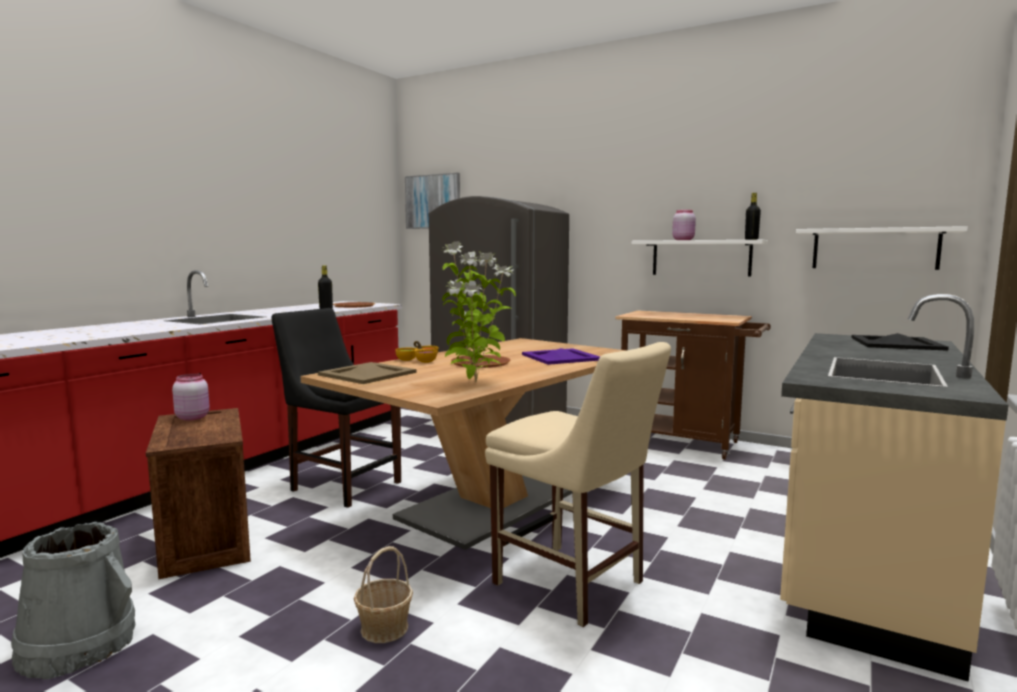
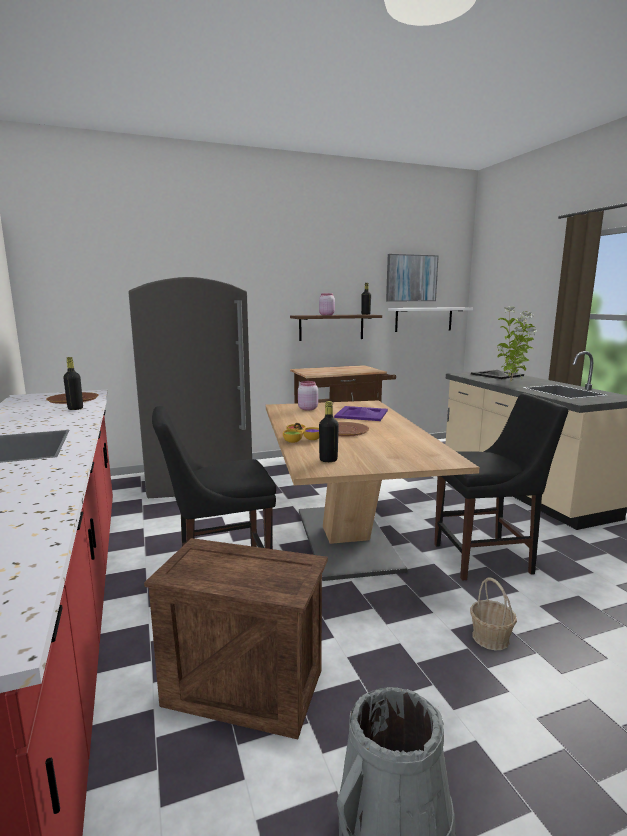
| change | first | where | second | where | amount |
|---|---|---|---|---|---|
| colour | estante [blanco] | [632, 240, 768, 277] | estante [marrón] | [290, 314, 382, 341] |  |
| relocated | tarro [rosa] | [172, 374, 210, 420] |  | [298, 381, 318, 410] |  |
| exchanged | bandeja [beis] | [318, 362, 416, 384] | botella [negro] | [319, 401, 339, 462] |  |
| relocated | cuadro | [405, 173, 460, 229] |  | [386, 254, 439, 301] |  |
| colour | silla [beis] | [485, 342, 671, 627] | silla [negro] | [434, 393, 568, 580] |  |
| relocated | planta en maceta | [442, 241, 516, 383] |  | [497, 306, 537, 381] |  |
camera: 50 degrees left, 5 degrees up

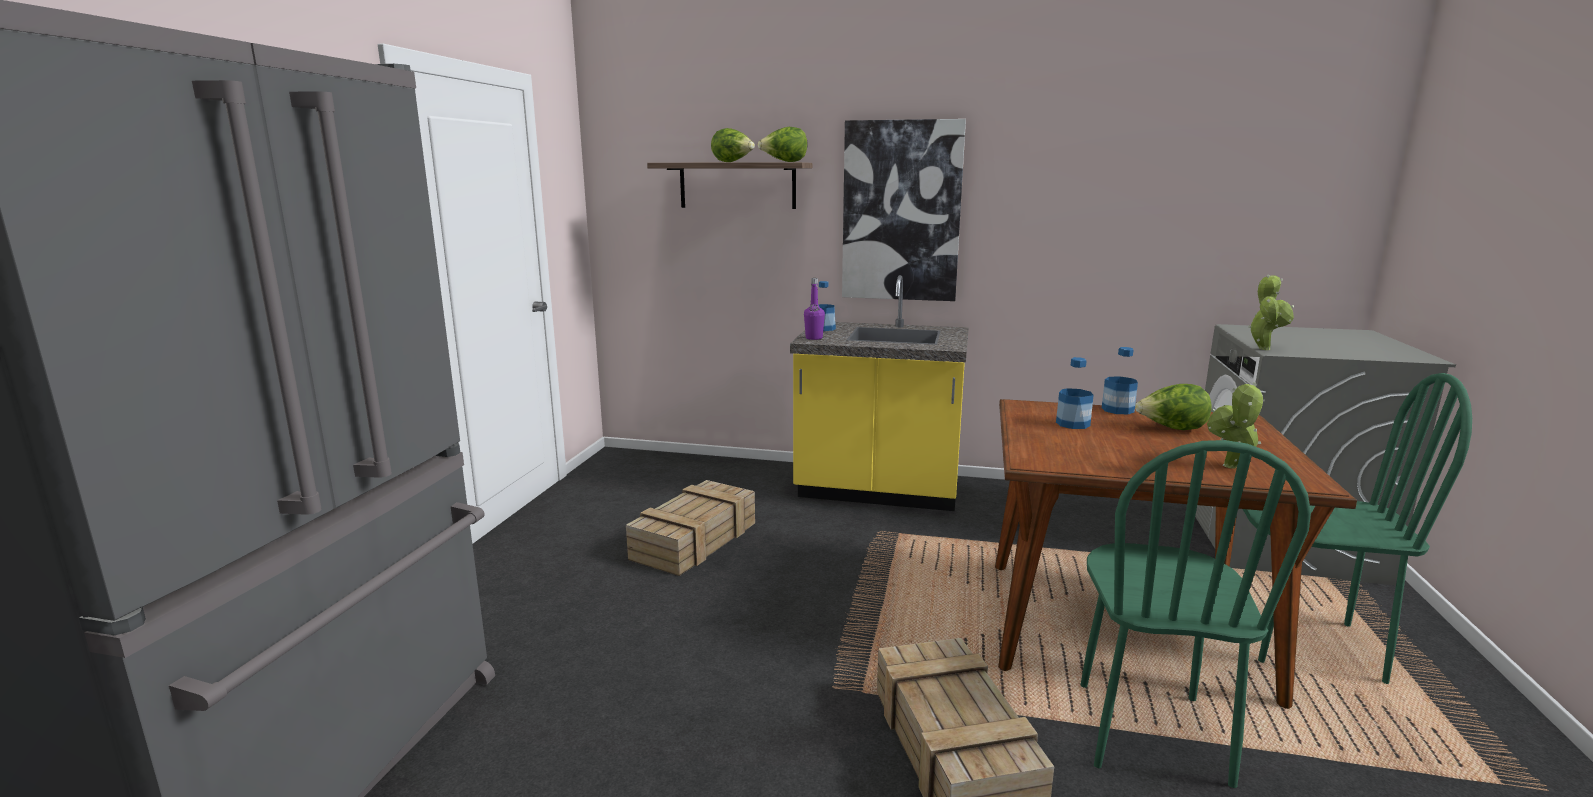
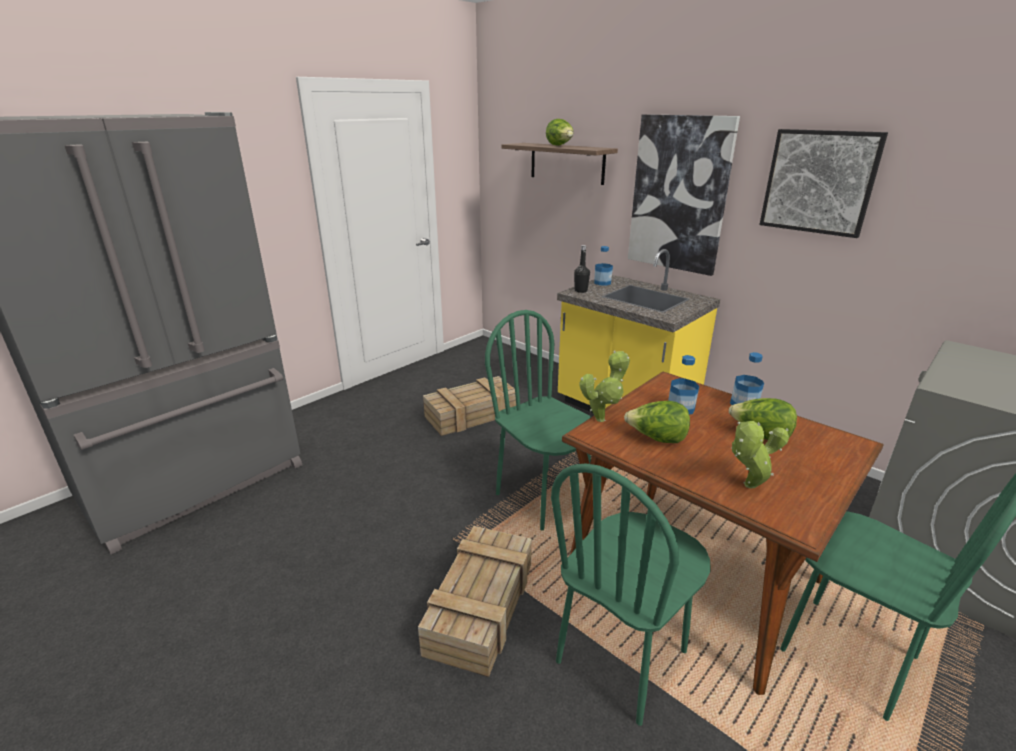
| change | first | where | second | where | amount |
|---|---|---|---|---|---|
| appeared |  |  | silla [verde] | [485, 310, 591, 530] |  |
| colour | botella [morado] | [804, 278, 825, 340] | botella [negro] | [574, 245, 590, 293] |  |
| relocated | planta en maceta | [1248, 275, 1294, 350] |  | [580, 350, 630, 422] |  |
| relocated | lechuga | [758, 127, 807, 162] |  | [624, 401, 690, 443] |  |
| appeared |  |  | cuadro | [759, 129, 888, 238] |  |
camera: 30 degrees right, 10 degrees up

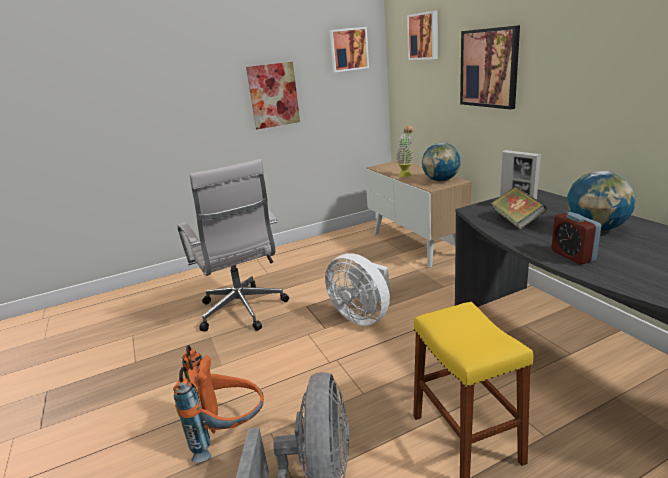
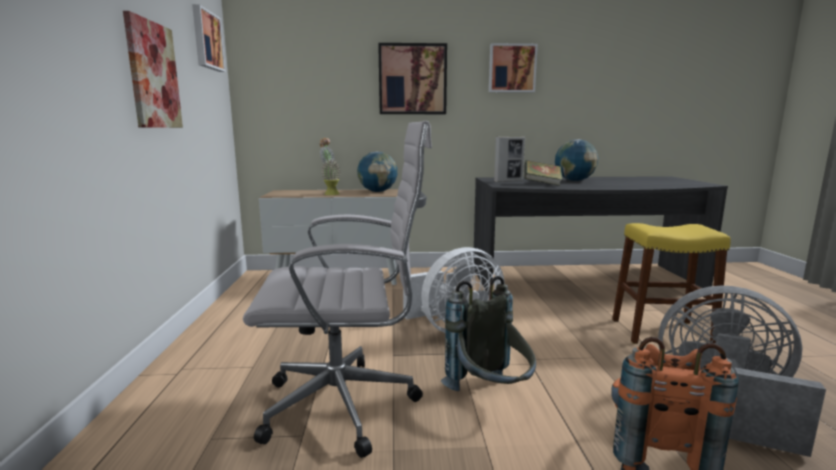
| change | first | where | second | where | amount |
|---|---|---|---|---|---|
| appeared |  |  | mochila [gris] | [441, 276, 536, 391] |  |
| relocated | cuadro | [407, 10, 438, 60] |  | [489, 43, 538, 93] |  |
| missing | despertador | [551, 212, 601, 265] |  |  |  |
camera: 70 degrees left, 10 degrees down

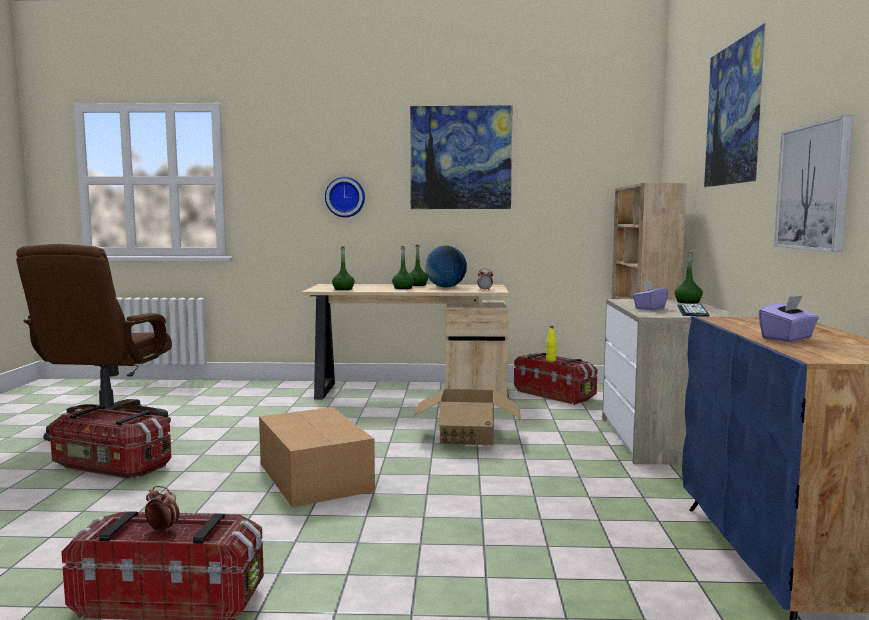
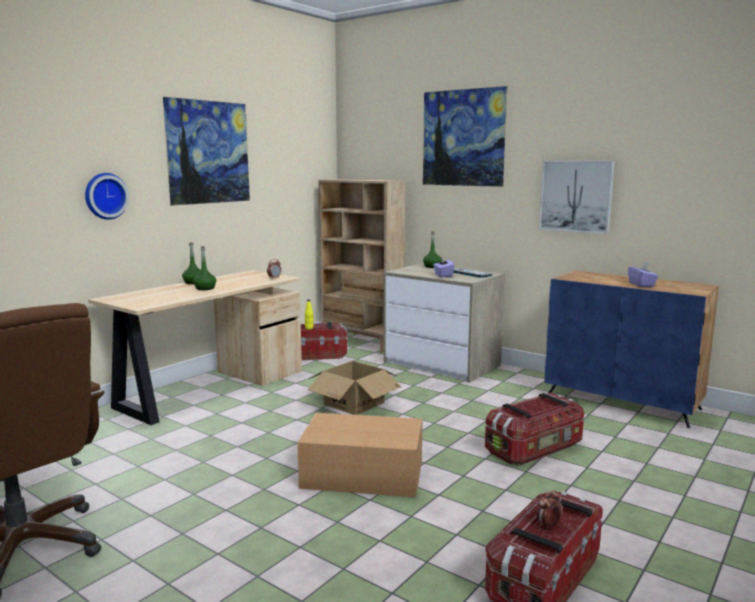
| change | first | where | second | where | amount |
|---|---|---|---|---|---|
| relocated | caja de almacenaje | [49, 406, 172, 479] |  | [485, 393, 584, 465] |  |
| missing | botella [verde] | [332, 246, 355, 290] |  |  |  |
| missing | globo terráqueo | [425, 245, 467, 287] |  |  |  |
camera: 55 degrees left, 5 degrees up

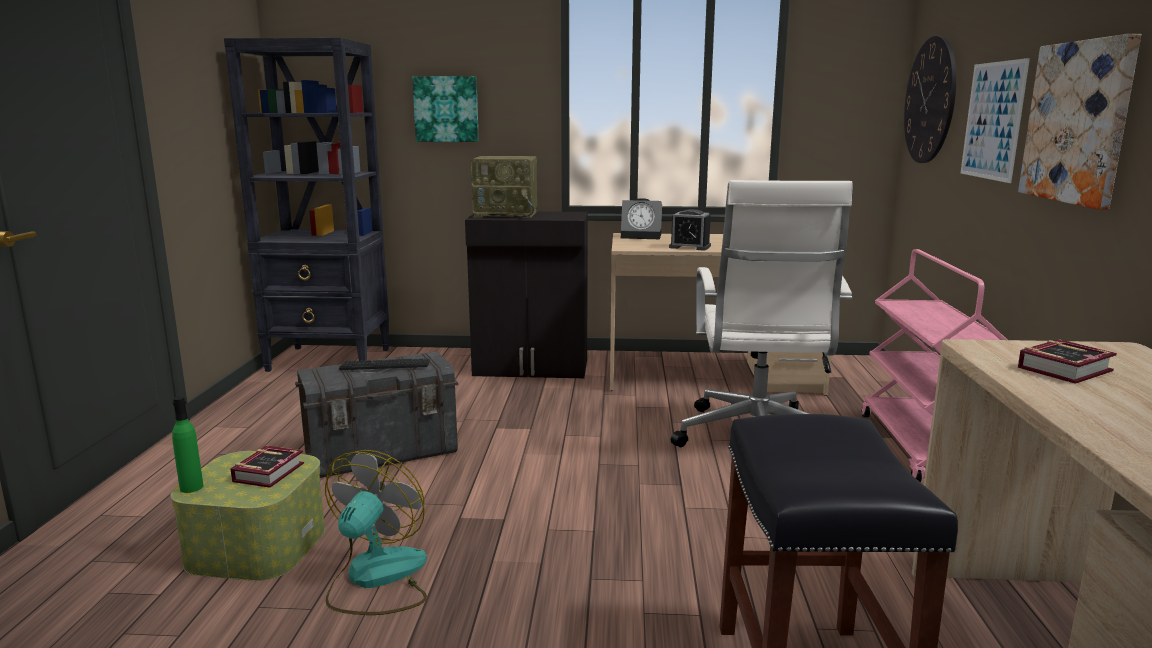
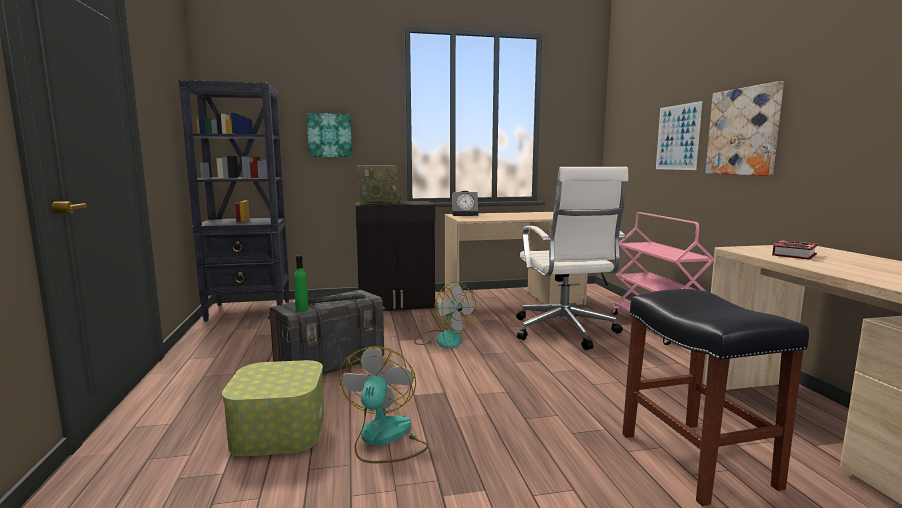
| change | first | where | second | where | amount |
|---|---|---|---|---|---|
| relocated | botella [verde] | [172, 396, 204, 493] |  | [294, 255, 308, 311] |  |
| appeared |  |  | ventilador | [414, 282, 476, 349] |  |
| missing | libro | [230, 446, 304, 488] |  |  |  |
| missing | despertador | [669, 209, 711, 250] |  |  |  |
| missing | reloj de pared | [904, 36, 956, 163] |  |  |  |
camera: 15 degrees left, 5 degrees down

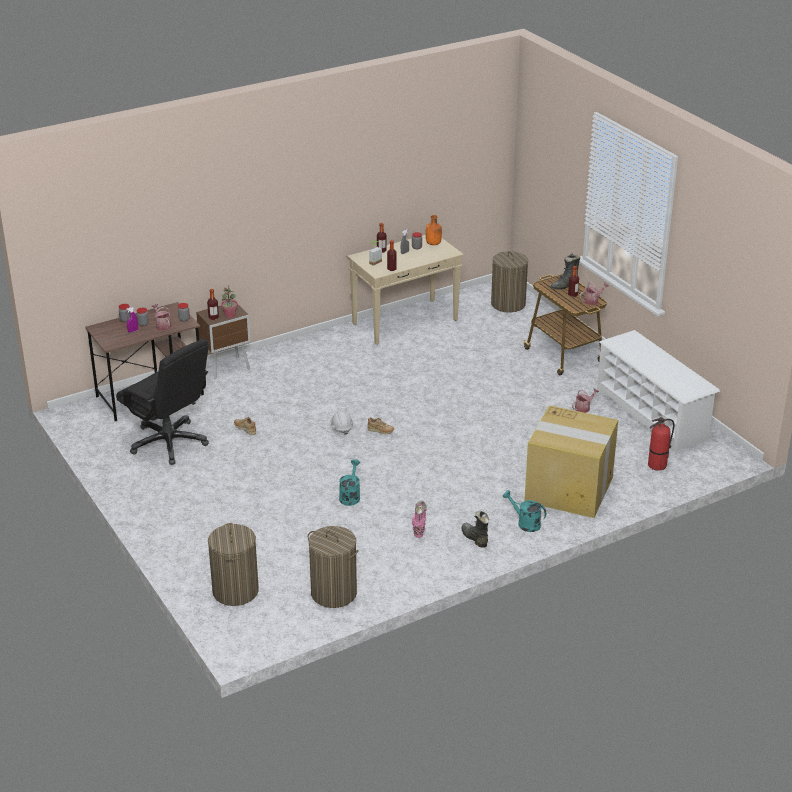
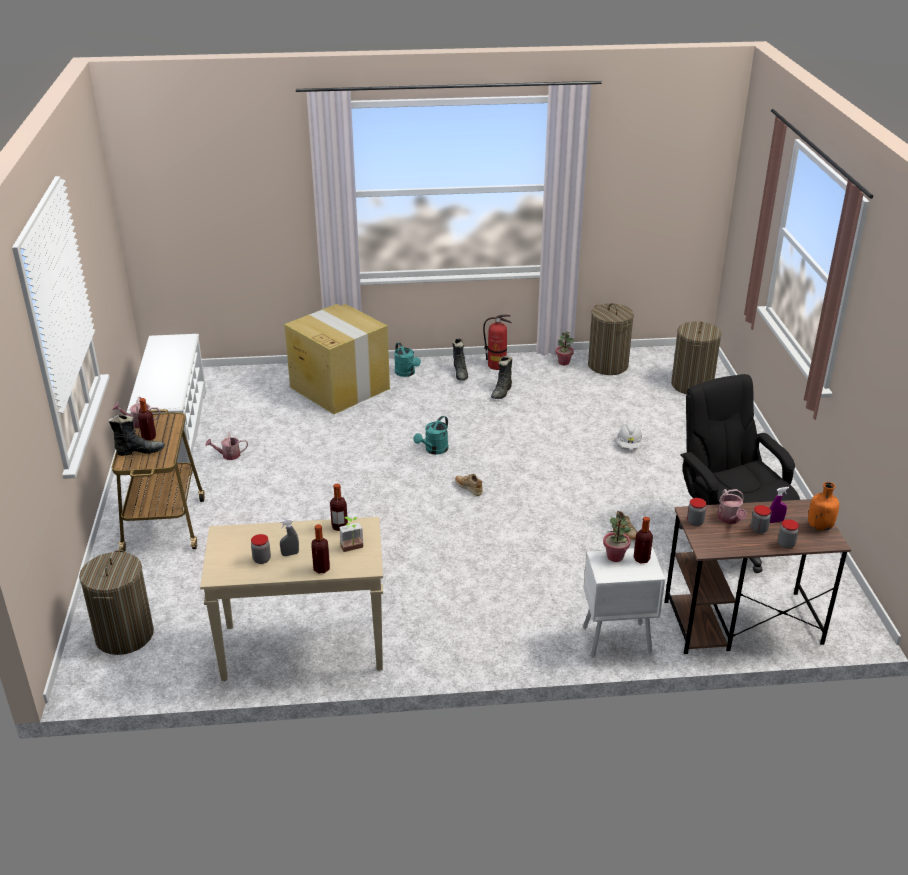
| change | first | where | second | where | amount |
|---|---|---|---|---|---|
| relocated | regadera [turquesa] | [339, 459, 360, 506] |  | [413, 416, 449, 455] |  |
| relocated | extintor | [648, 417, 674, 471] |  | [483, 315, 512, 370] |  |
| colour | bota [rosa] | [412, 501, 427, 538] | bota [negro] | [491, 356, 512, 399] |  |
| appeared |  |  | planta en maceta | [556, 332, 574, 365] |  |
| colour | mesita de noche [marrón] | [196, 305, 251, 379] | mesita de noche [blanco] | [583, 547, 665, 657] |  |
| relocated | casco [blanco] | [330, 409, 353, 435] |  | [617, 423, 643, 449] |  |
| relocated | botella [naranja] | [426, 215, 442, 245] |  | [808, 482, 839, 531] |  |
camera: 155 degrees left, 0 degrees up

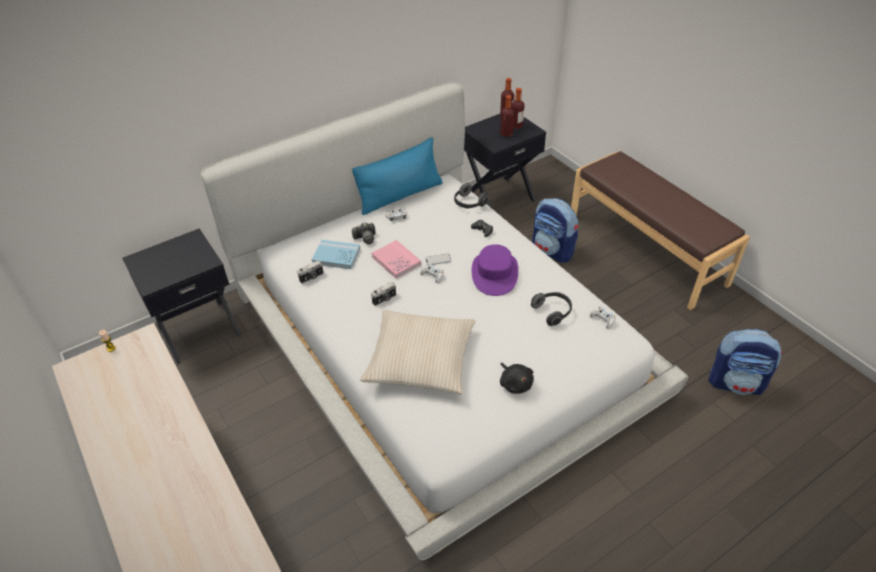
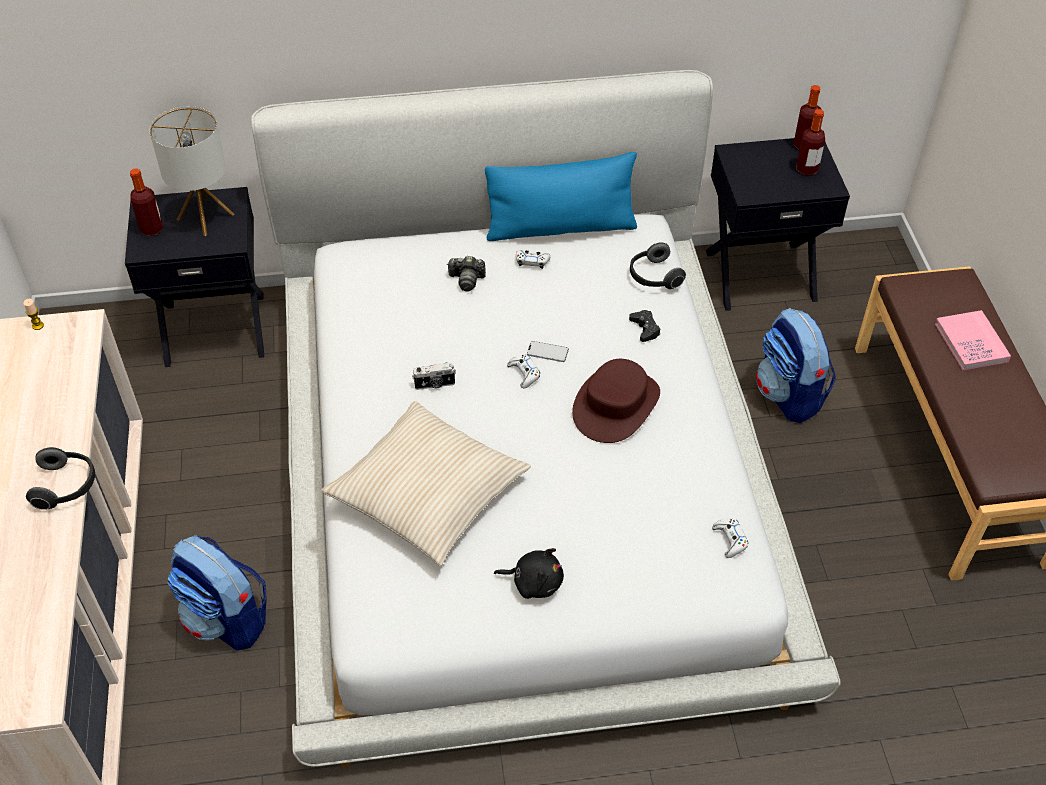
| change | first | where | second | where | amount |
|---|---|---|---|---|---|
| relocated | auriculares | [531, 292, 572, 326] |  | [26, 447, 95, 510] |  |
| relocated | botella | [500, 95, 514, 137] |  | [130, 168, 163, 236] |  |
| appeared |  |  | lámpara de mesa | [149, 106, 235, 236] |  |
| relocated | mochila | [708, 329, 782, 395] |  | [168, 535, 267, 651] |  |
| spun | peluche [negro] | [500, 363, 534, 394] |  | [494, 548, 564, 599] | 75 degrees counterclockwise |
| colour | sombrero [morado] | [472, 244, 518, 296] | sombrero [marrón] | [572, 359, 660, 443] |  |
| relocated | libro [rosa] | [371, 240, 421, 279] |  | [935, 310, 1011, 370] |  |
| missing | cámara | [297, 261, 323, 284] |  |  |  |
| missing | libro [azul] | [311, 240, 360, 269] |  |  |  |
camera: 25 degrees right, 5 degrees up

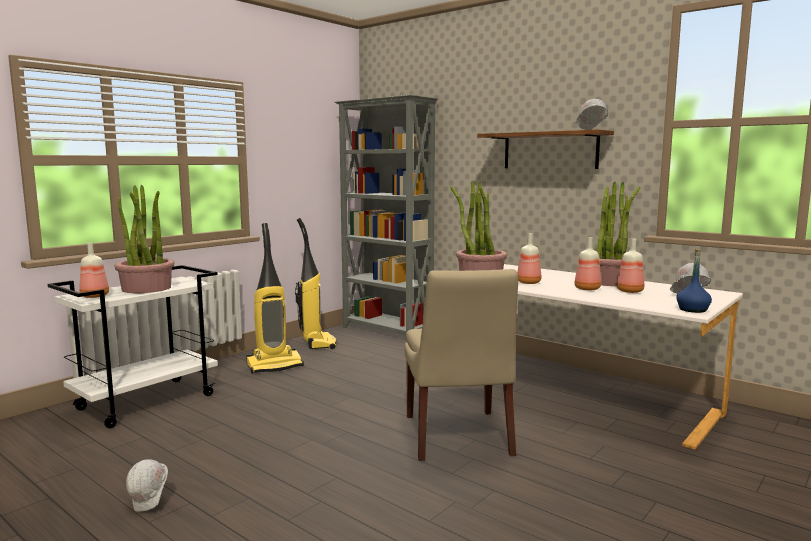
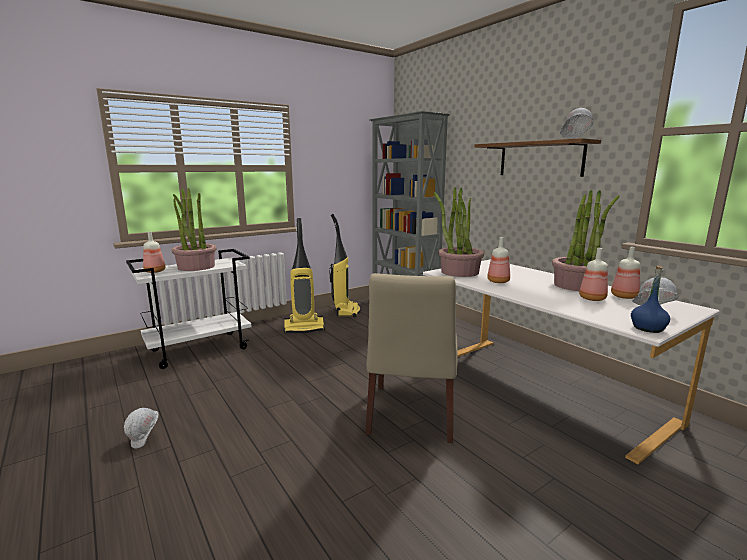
| change | first | where | second | where | amount |
|---|---|---|---|---|---|
| relocated | botella | [575, 237, 601, 291] |  | [611, 247, 640, 299] |  |
camera: 15 degrees right, 5 degrees up

